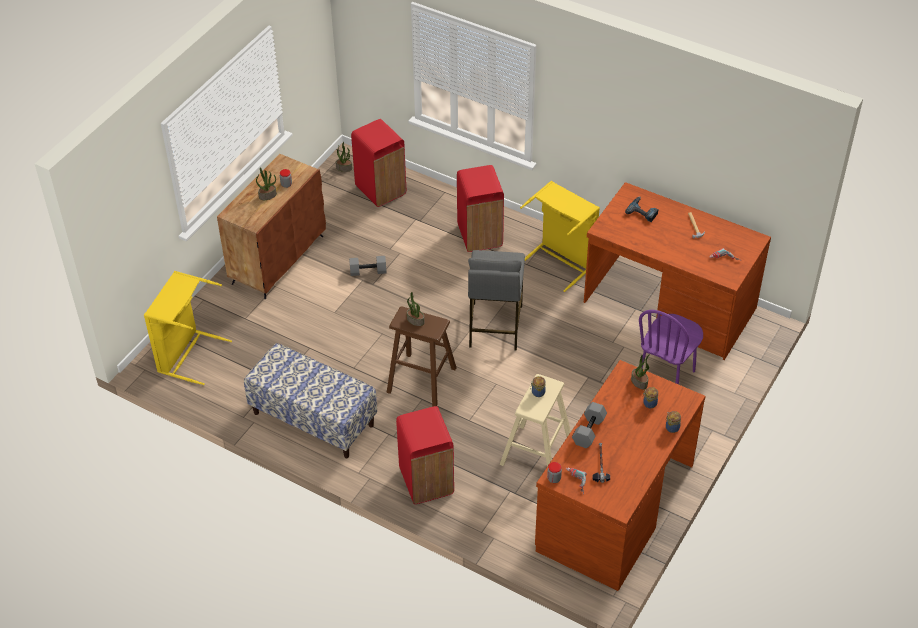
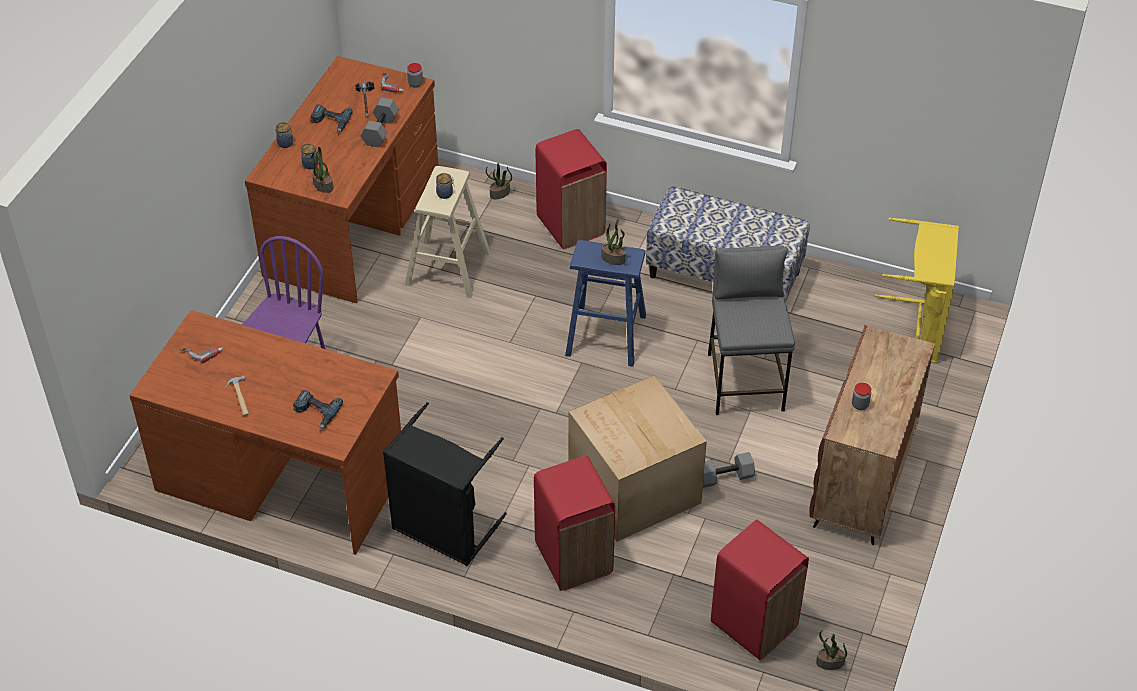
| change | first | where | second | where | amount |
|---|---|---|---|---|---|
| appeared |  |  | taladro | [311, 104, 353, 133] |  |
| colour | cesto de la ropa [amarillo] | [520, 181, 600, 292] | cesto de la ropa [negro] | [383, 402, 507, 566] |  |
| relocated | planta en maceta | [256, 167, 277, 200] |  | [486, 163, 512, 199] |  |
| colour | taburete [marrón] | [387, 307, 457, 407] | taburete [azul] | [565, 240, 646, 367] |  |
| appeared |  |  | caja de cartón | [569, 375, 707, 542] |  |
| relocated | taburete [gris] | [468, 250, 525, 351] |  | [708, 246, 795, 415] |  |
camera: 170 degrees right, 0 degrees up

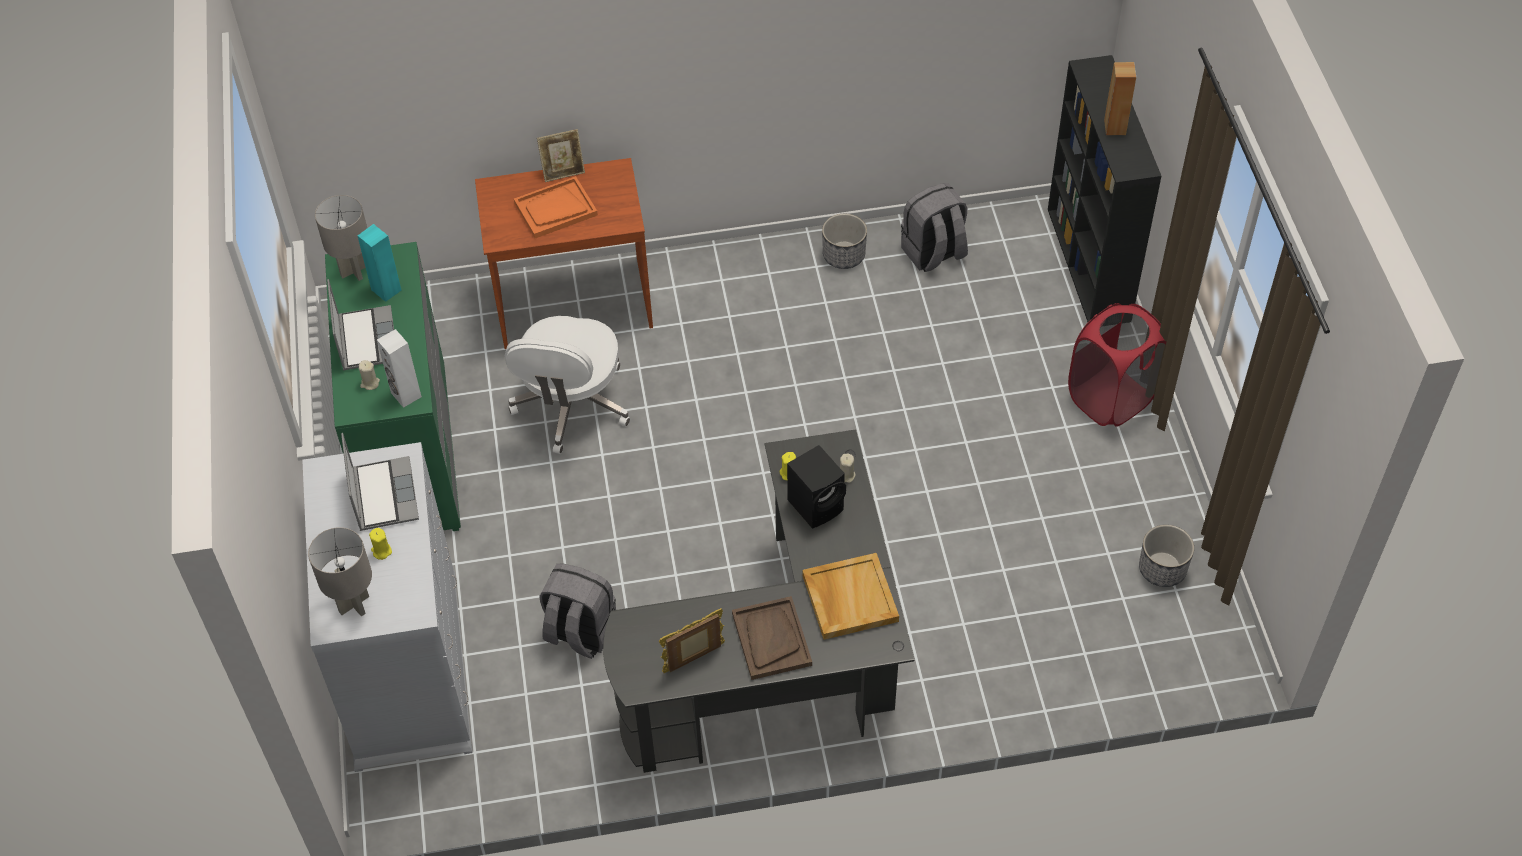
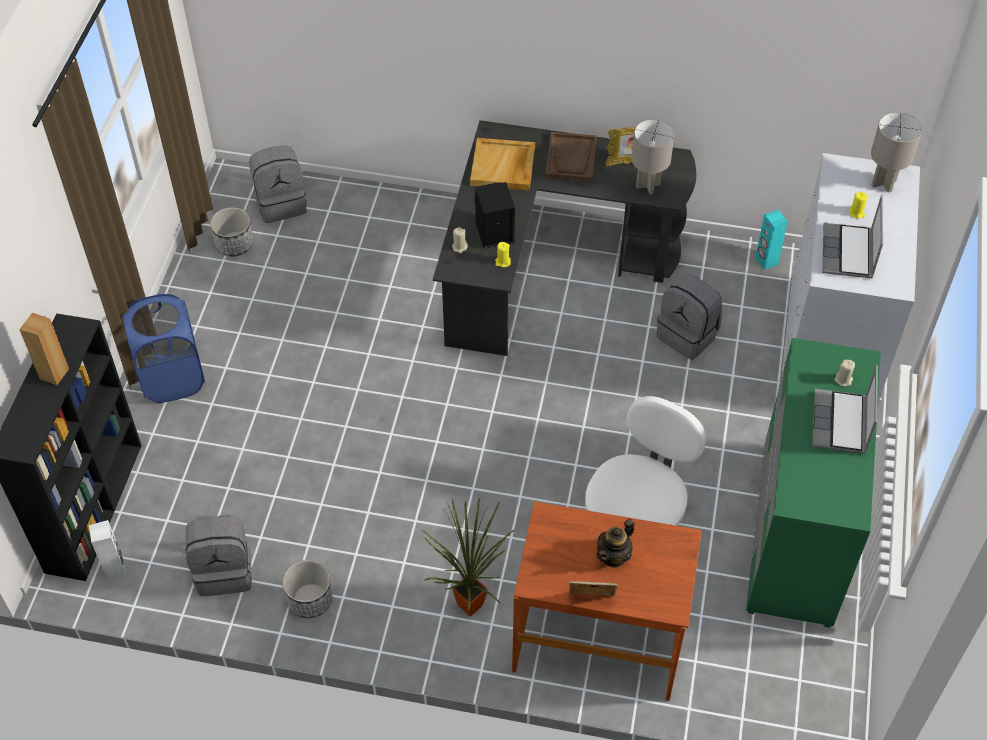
| change | first | where | second | where | amount |
|---|---|---|---|---|---|
| relocated | altavoz [blanco] | [377, 329, 422, 408] |  | [89, 520, 126, 580] |  |
| colour | cesto de la ropa [rojo] | [1068, 303, 1167, 427] | cesto de la ropa [azul] | [122, 294, 206, 403] |  |
| appeared |  |  | mochila [gris] | [249, 145, 307, 223] |  |
| appeared |  |  | planta en maceta | [422, 498, 515, 616] |  |
| exchanged | bandeja [naranja] | [514, 176, 598, 238] | tetera | [596, 519, 635, 568] |  |
| relocated | lámpara de mesa [gris] | [315, 195, 367, 281] |  | [632, 119, 674, 194] |  |
| relocated | altavoz [turquesa] | [358, 224, 402, 302] |  | [755, 209, 788, 270] |  |
camera: 160 degrees left, 0 degrees up

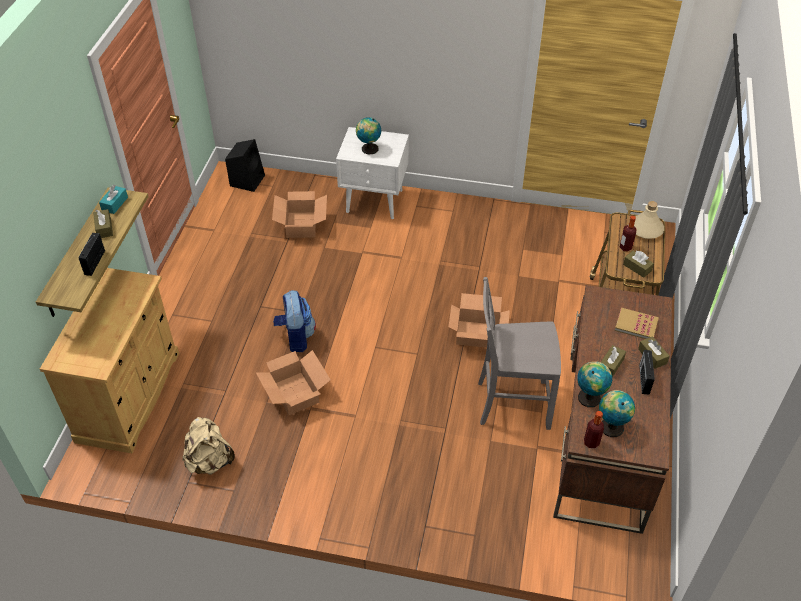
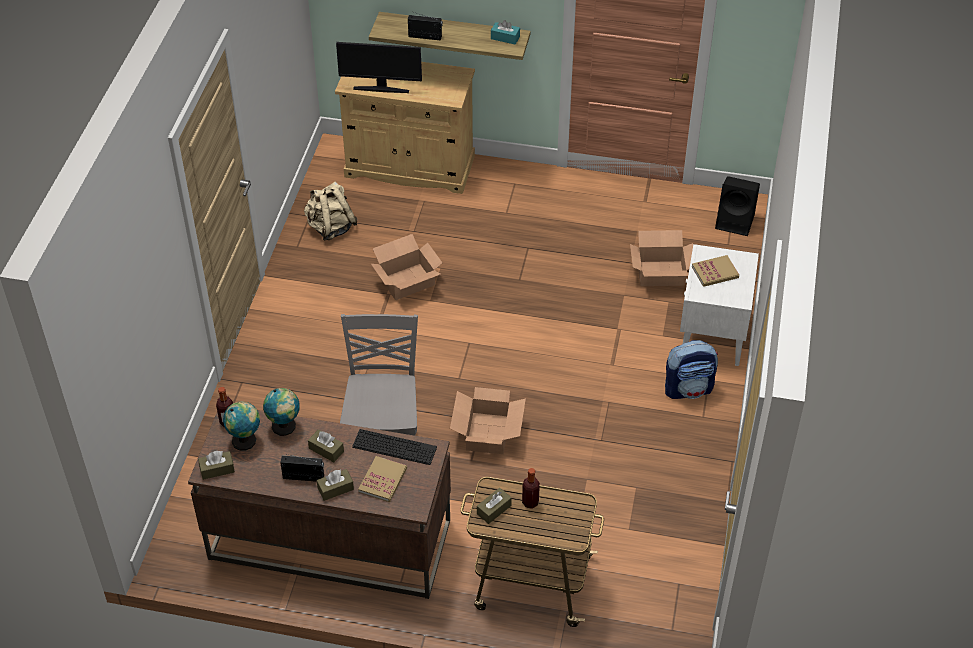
| change | first | where | second | where | amount |
|---|---|---|---|---|---|
| relocated | caja de pañuelos [marrón] | [93, 209, 113, 238] |  | [198, 450, 235, 480] |  |
| appeared |  |  | monitor | [336, 42, 422, 93] |  |
| appeared |  |  | teclado | [352, 429, 437, 465] |  |
| relocated | mochila | [273, 290, 316, 352] |  | [665, 340, 718, 399] |  |
| exchanged | globo terráqueo | [356, 117, 381, 154] | libro | [692, 255, 739, 287] |  |
| missing | botella [beis] | [634, 201, 664, 239] |  |  |  |
camera: 90 degrees right, 0 degrees up

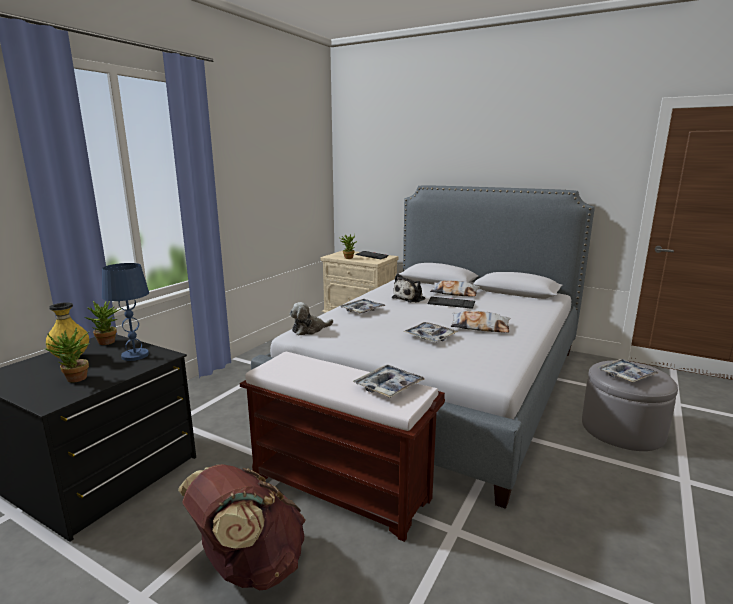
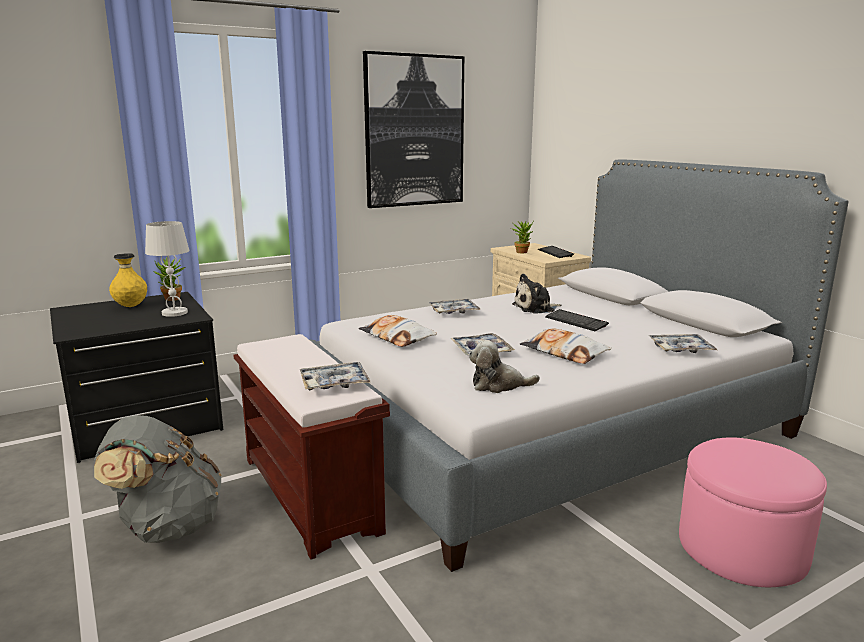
| change | first | where | second | where | amount |
|---|---|---|---|---|---|
| colour | mochila [marrón] | [178, 464, 306, 590] | mochila [gris] | [94, 415, 222, 543] |  |
| colour | lámpara de mesa [azul] | [102, 263, 149, 361] | lámpara de mesa [blanco] | [145, 221, 190, 317] |  |
| relocated | cojín | [430, 280, 480, 296] |  | [358, 315, 437, 347] |  |
| appeared |  |  | cuadro | [363, 51, 464, 208] |  |
| relocated | peluche | [290, 302, 333, 336] |  | [469, 340, 540, 393] |  |
| relocated | bandeja | [597, 359, 658, 383] |  | [649, 334, 717, 353] |  |
| colour | puf [gris] | [582, 361, 678, 451] | puf [rosa] | [679, 437, 827, 587] |  |
| missing | planta en maceta | [44, 327, 90, 383] |  |  |  |
camera: 30 degrees right, 0 degrees up

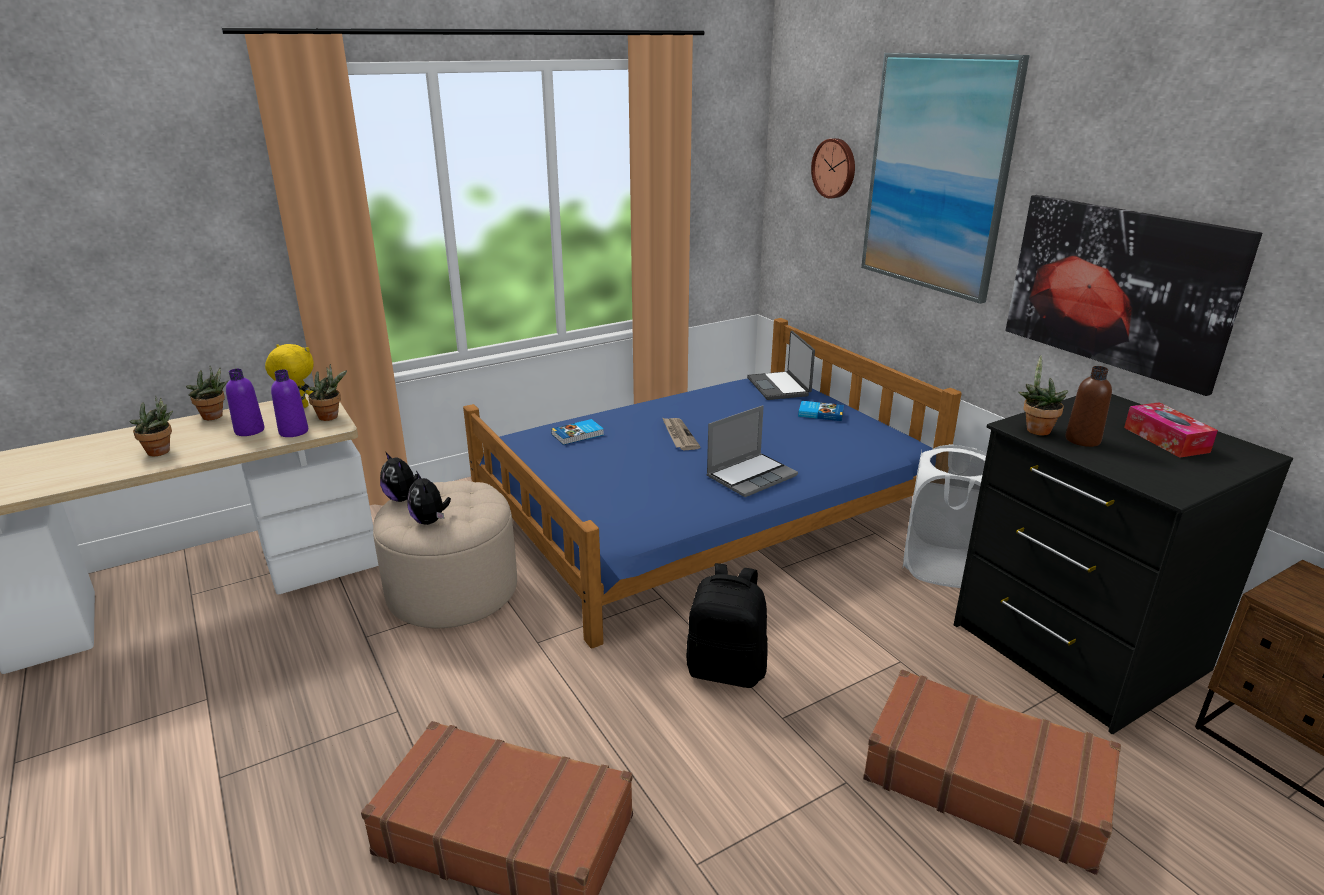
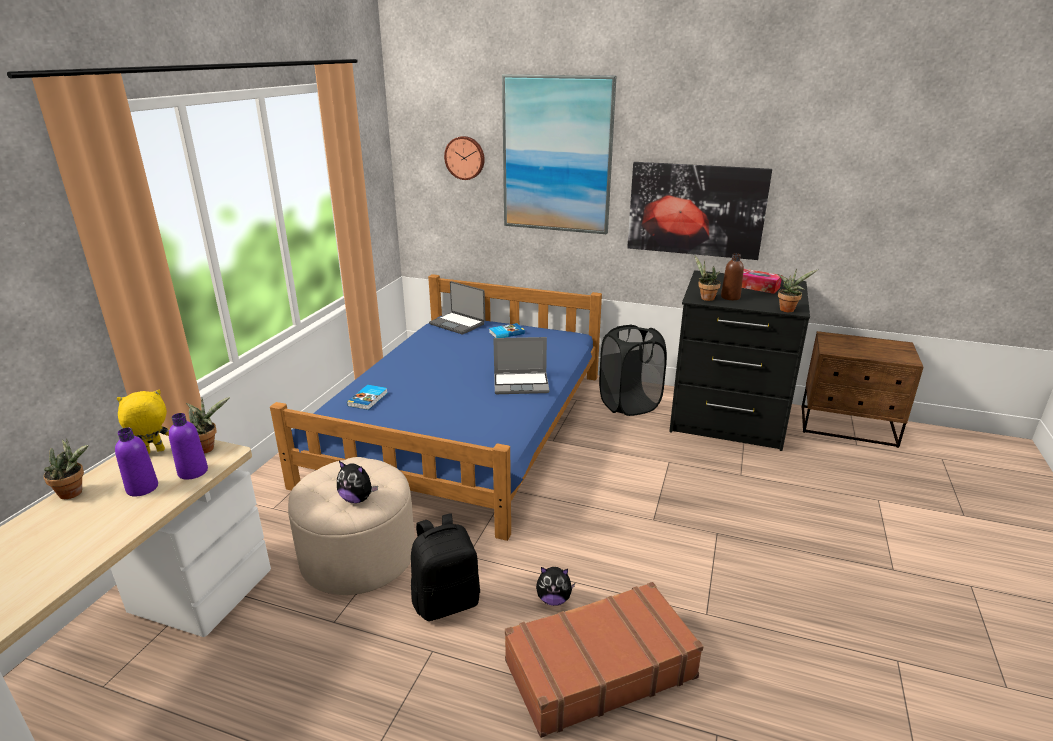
| change | first | where | second | where | amount |
|---|---|---|---|---|---|
| relocated | mochila [negro] | [686, 563, 768, 688] |  | [411, 513, 480, 621] |  |
| spun | portátil | [706, 405, 798, 497] |  | [493, 337, 549, 394] | 75 degrees clockwise |
| relocated | peluche | [380, 452, 418, 502] |  | [536, 567, 575, 606] |  |
| colour | cesto de la ropa [blanco] | [903, 444, 986, 588] | cesto de la ropa [negro] | [599, 325, 667, 416] |  |
| relocated | planta en maceta | [130, 395, 173, 456] |  | [778, 269, 818, 312] |  |
| missing | periódico | [663, 418, 700, 450] |  |  |  |
| missing | maleta [marrón] | [863, 669, 1121, 875] |  |  |  |
camera: 40 degrees left, 0 degrees up

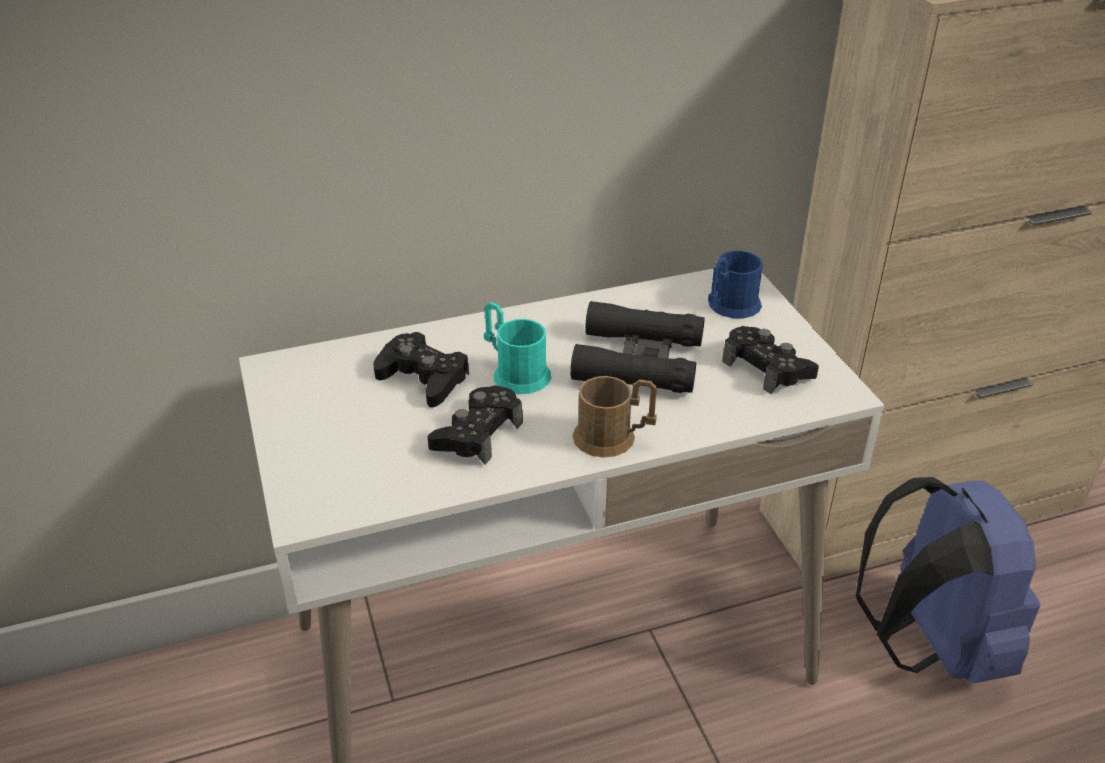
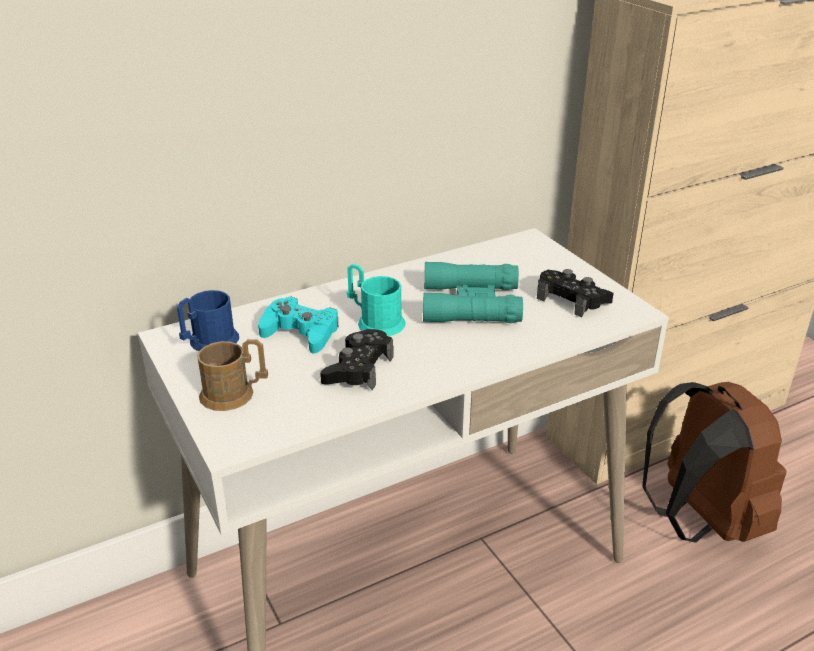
| change | first | where | second | where | amount |
|---|---|---|---|---|---|
| relocated | taza grande [azul] | [708, 251, 763, 318] |  | [177, 290, 239, 351] |  |
| relocated | taza grande [marrón] | [572, 376, 657, 458] |  | [197, 339, 268, 411] |  |
| colour | mando de consola [negro] | [373, 332, 469, 408] | mando de consola [turquesa] | [258, 297, 338, 354] |  |
| colour | prismáticos [negro] | [570, 301, 705, 393] | prismáticos [turquesa] | [423, 262, 523, 323] |  |
| colour | mochila [azul] | [856, 477, 1040, 683] | mochila [marrón] | [642, 382, 786, 543] |  |
camera: 10 degrees left, 5 degrees down

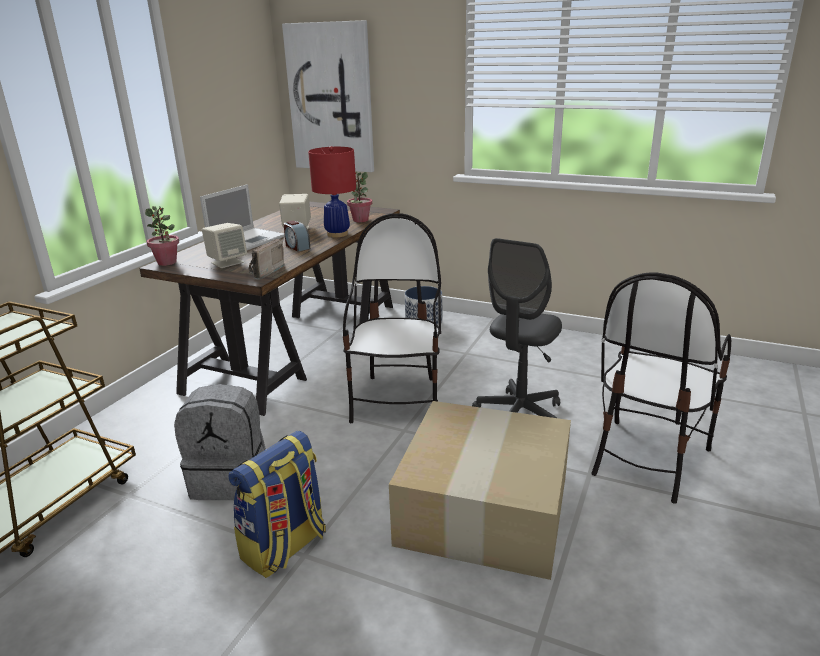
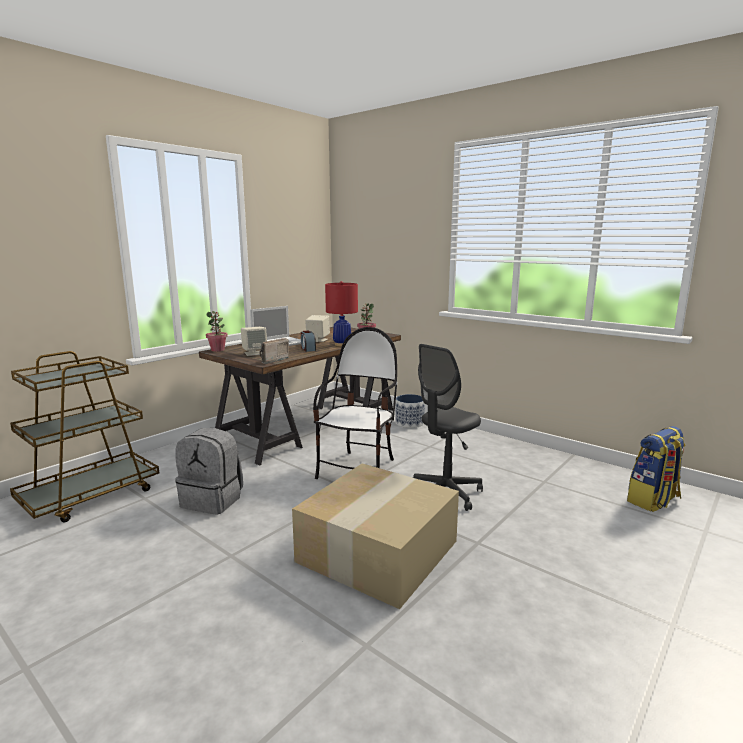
| change | first | where | second | where | amount |
|---|---|---|---|---|---|
| relocated | mochila | [228, 430, 326, 578] |  | [627, 426, 686, 512] |  |
| missing | cuadro | [282, 20, 374, 172] |  |  |  |
| missing | silla | [592, 272, 731, 504] |  |  |  |
camera: 15 degrees right, 10 degrees down

